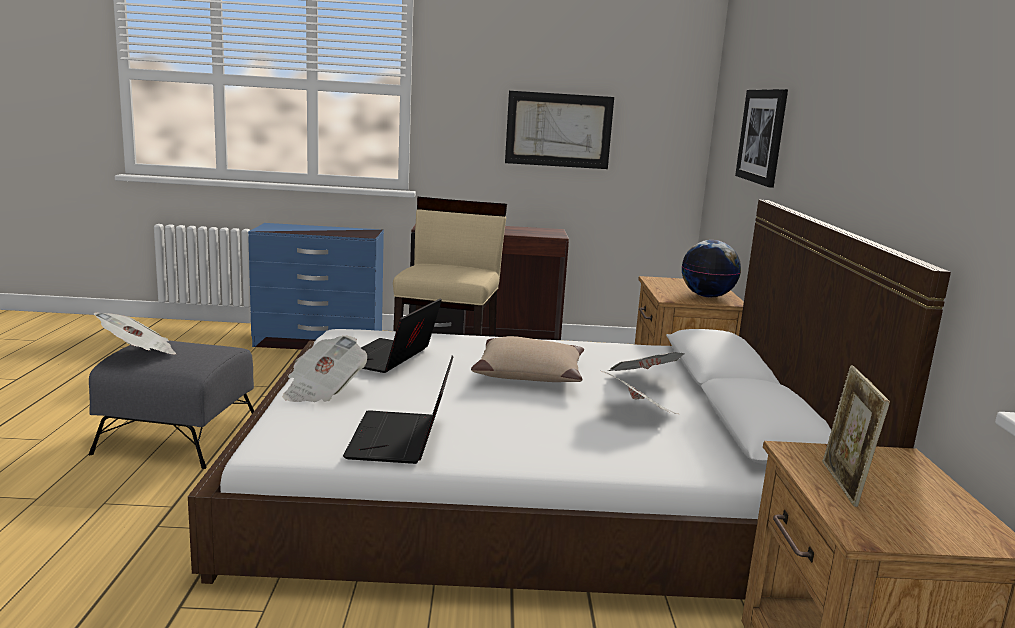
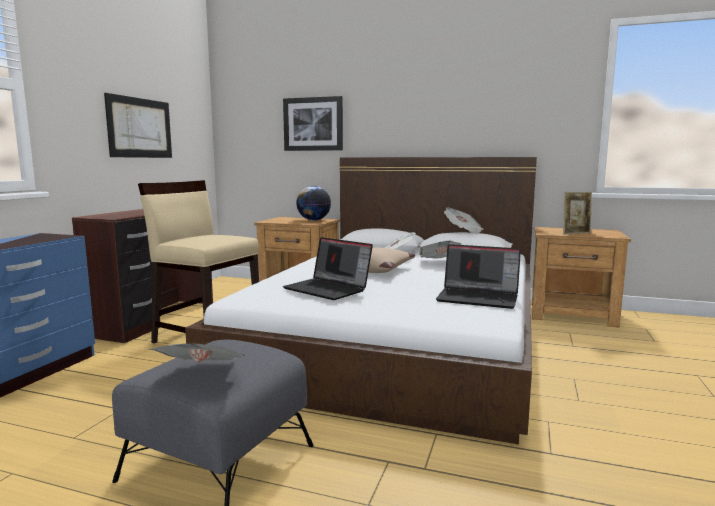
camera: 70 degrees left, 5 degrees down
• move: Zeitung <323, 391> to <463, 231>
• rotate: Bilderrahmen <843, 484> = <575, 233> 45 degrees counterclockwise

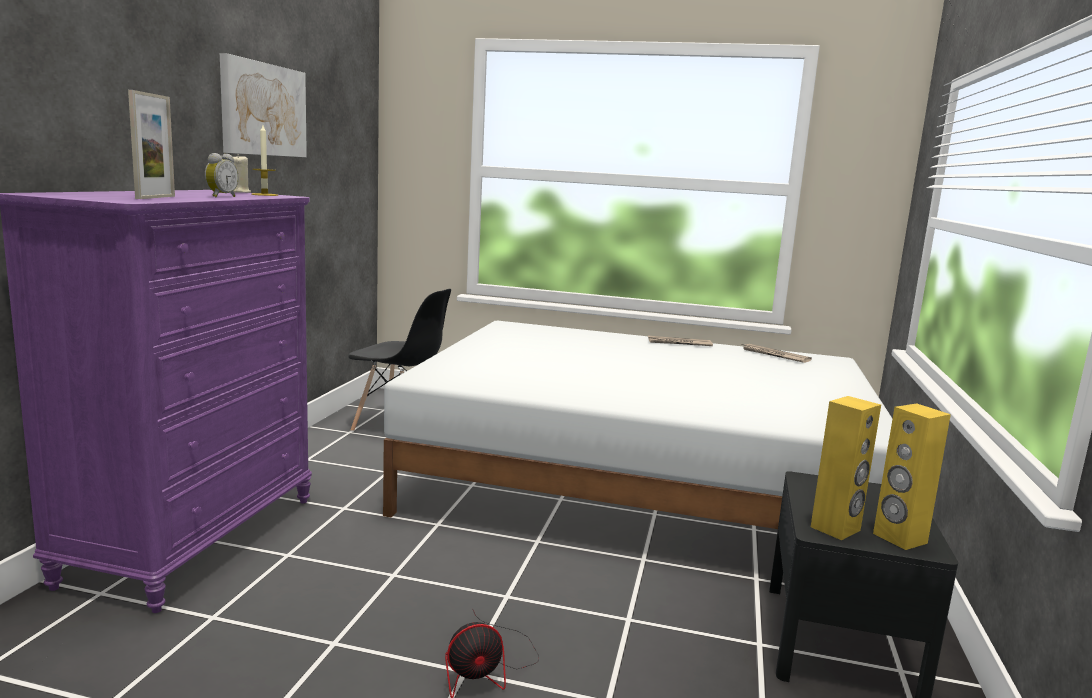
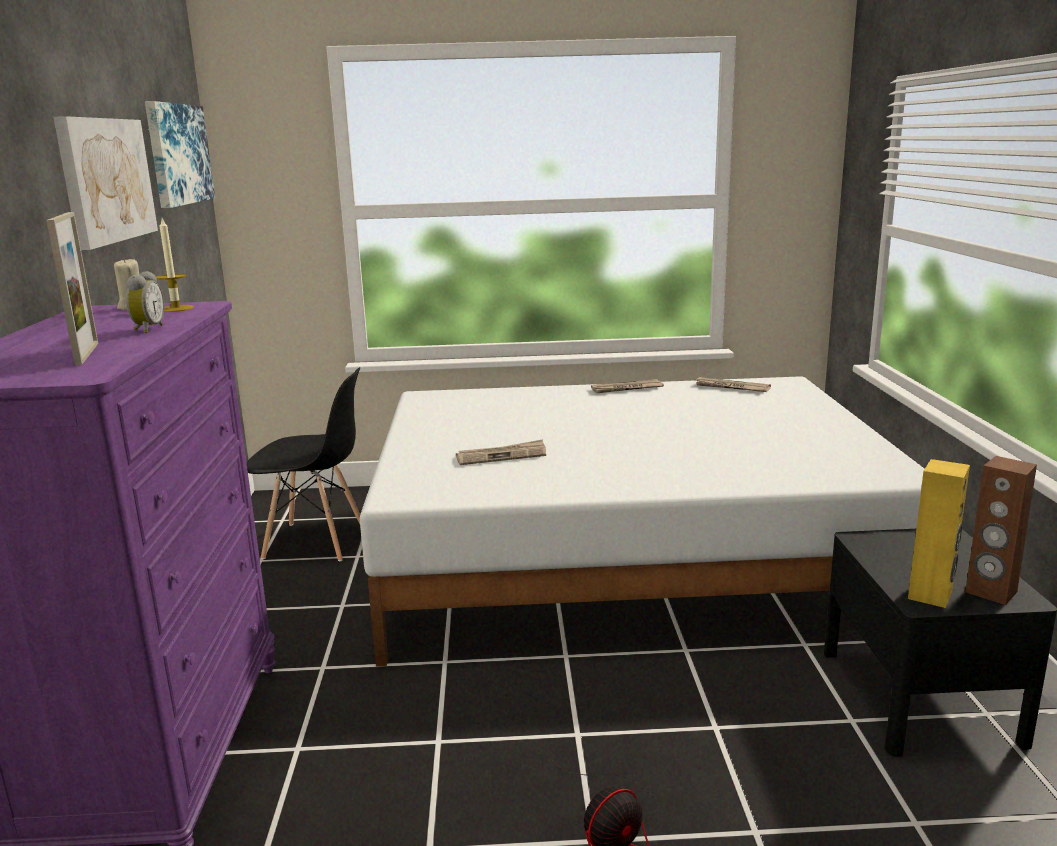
camera: 15 degrees left, 5 degrees up
• insert: Bild <177, 154>
• insert: Zeitung <502, 456>
• recolor: Lautsprecher/gelb <899, 538> to Lautsprecher/braun <990, 592>

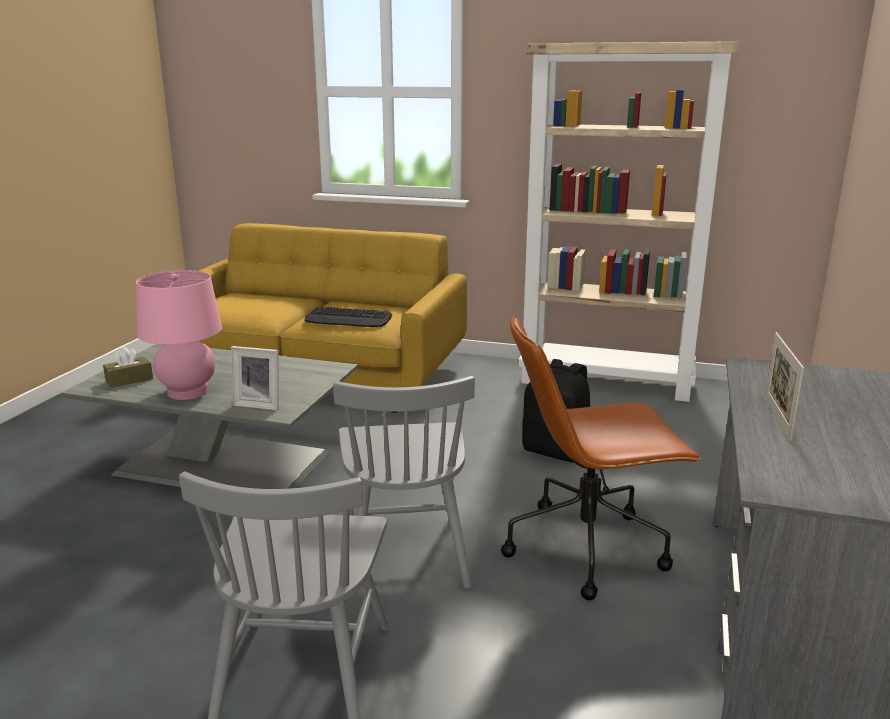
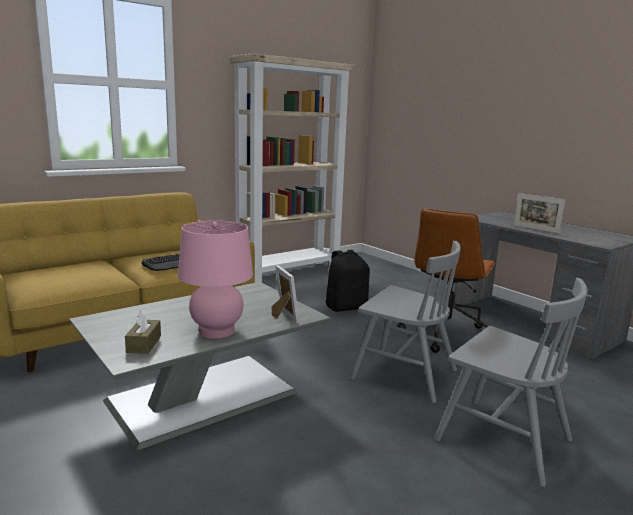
camera: 55 degrees left, 5 degrees down
• rotate: Bilderrahmen <259, 404> = <282, 317> 75 degrees counterclockwise

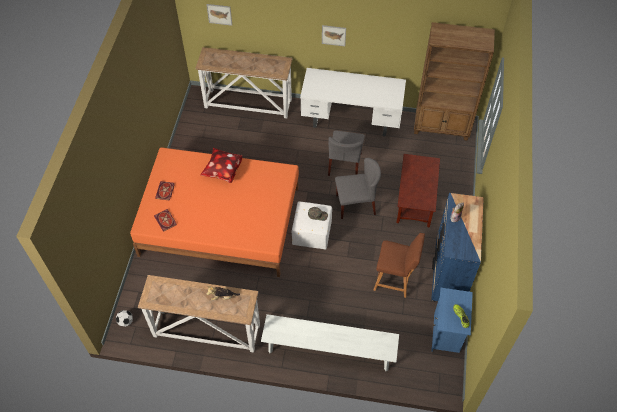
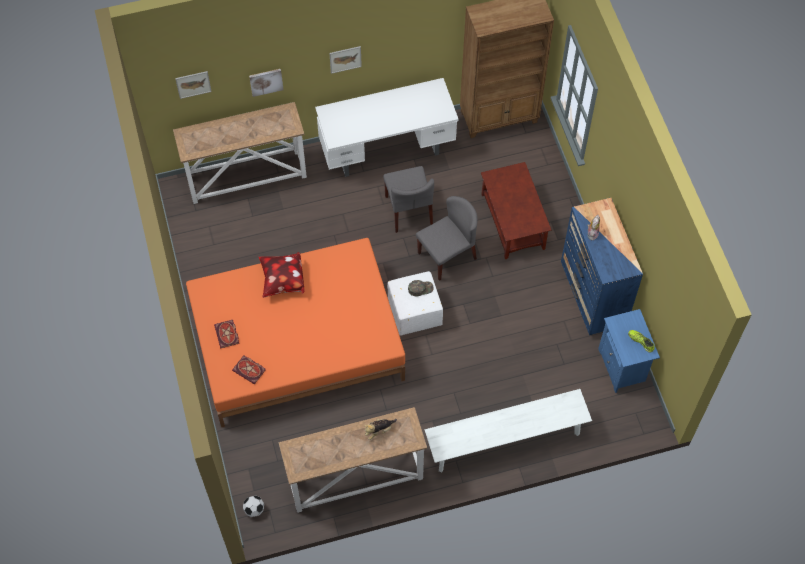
camera: 25 degrees left, 5 degrees up
• insert: Bild <266, 81>
• delete: Hocker/braun <395, 280>

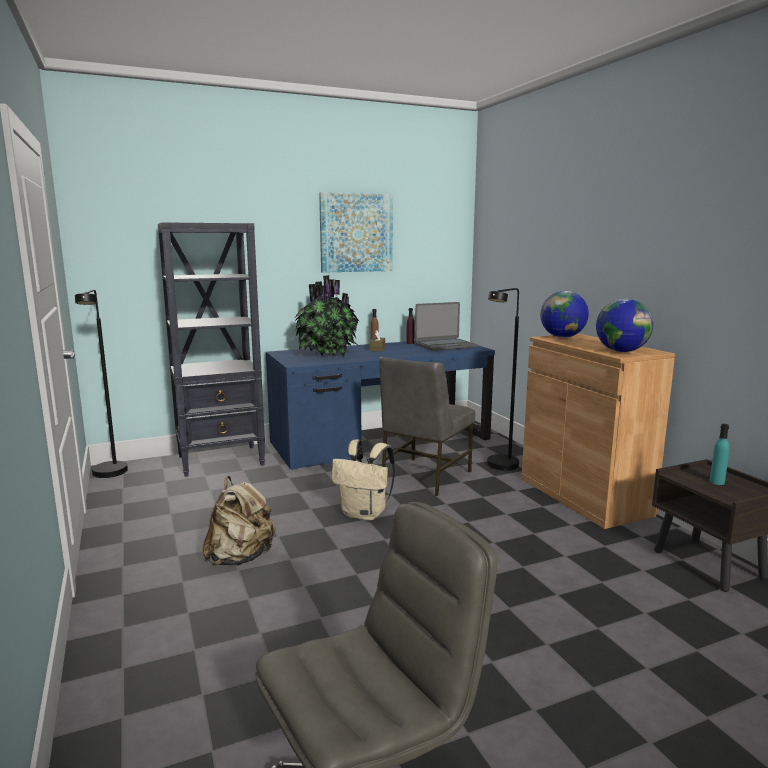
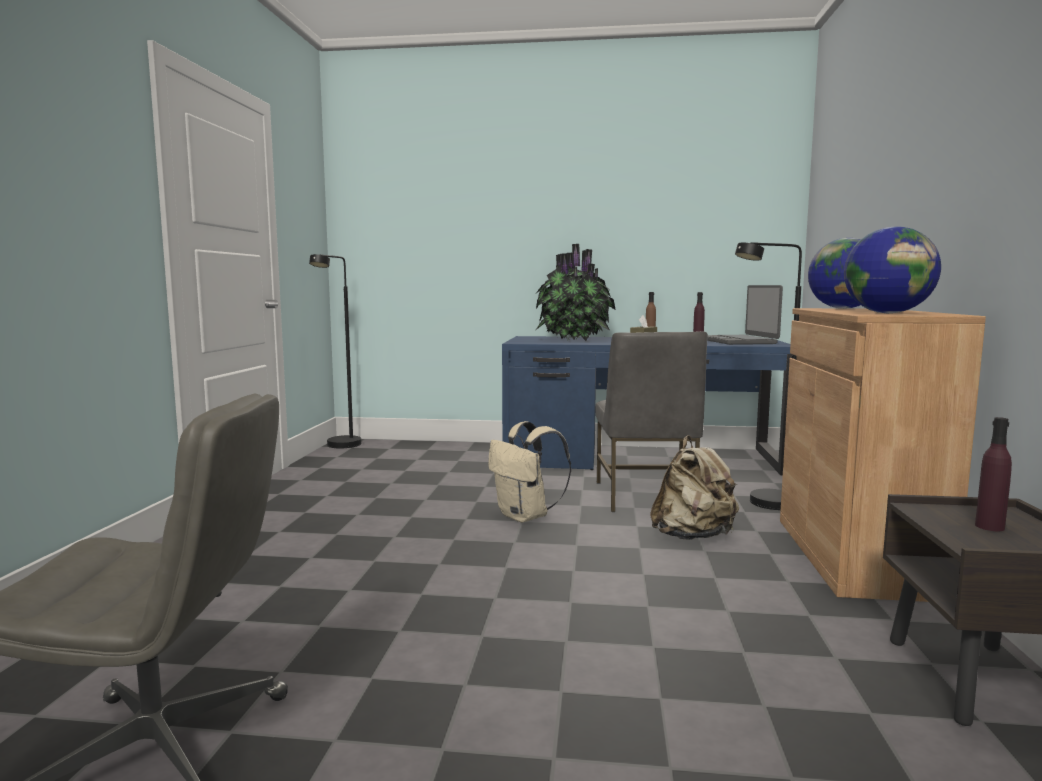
camera: 30 degrees right, 5 degrees down
• rotate: Stuhl/grau <424, 477> = <646, 497> 60 degrees counterclockwise
• move: Rucksack/beige <241, 558> to <693, 536>
• rotate: Laptop <445, 346> = <738, 341> 75 degrees clockwise
• recolor: Flasche/türkis <717, 482> to Flasche/lila <989, 527>
• delete: Bücherregal/schwarz <222, 460>
• delete: Bild <356, 233>

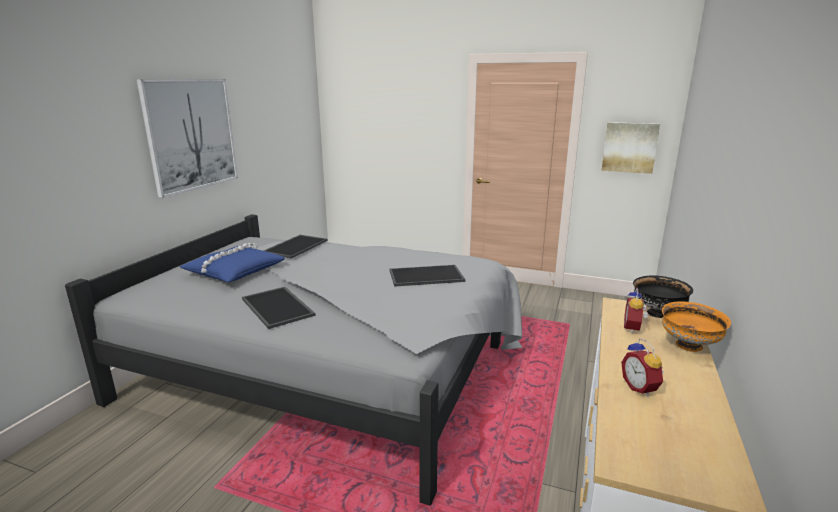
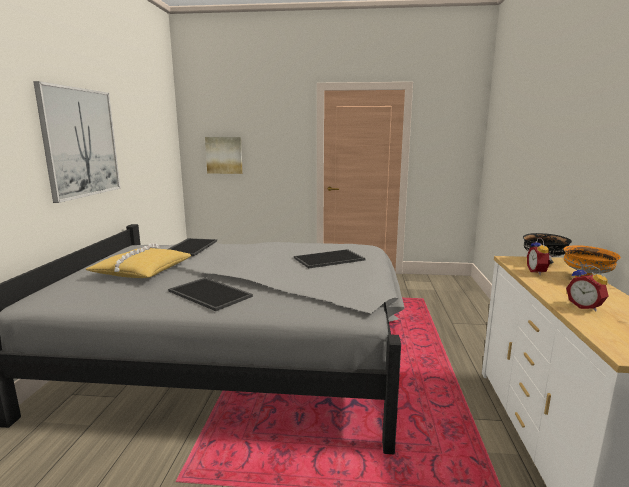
camera: 15 degrees left, 5 degrees down
• recolor: Kissen/blau <234, 271> to Kissen/gelb <141, 271>
• move: Bild <629, 147> to <224, 155>

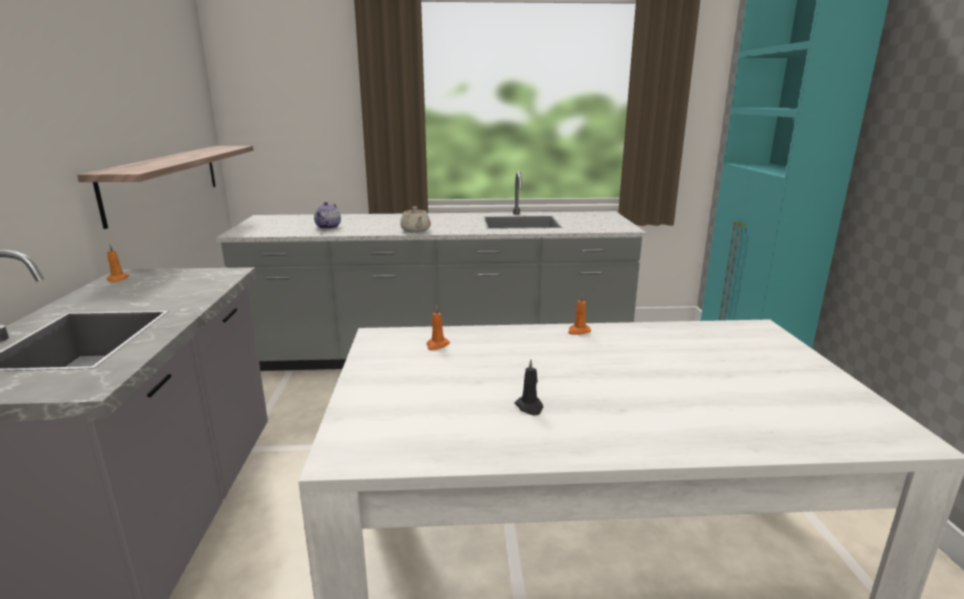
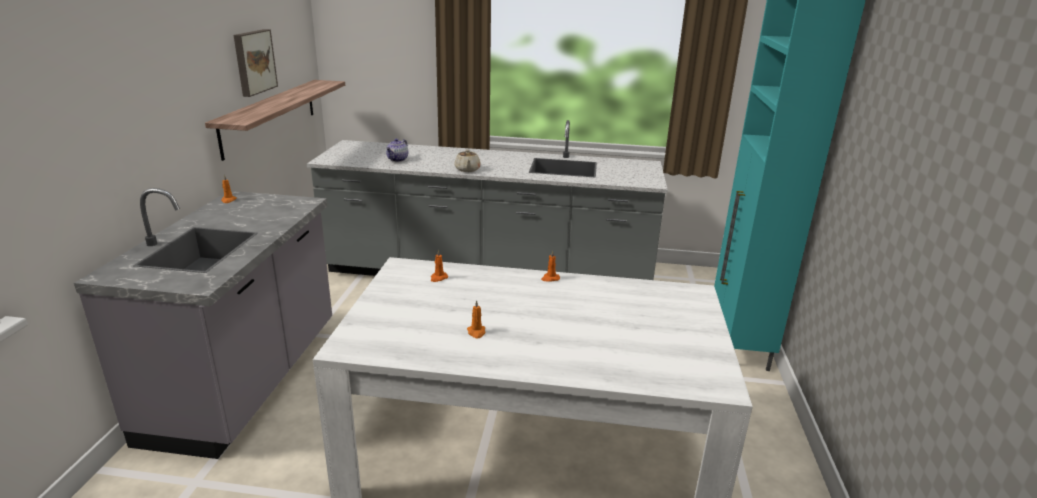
camera: 10 degrees right, 5 degrees up
• insert: Bild <253, 62>
• recolor: Kerze/schwarz <530, 407> to Kerze/orange <476, 332>

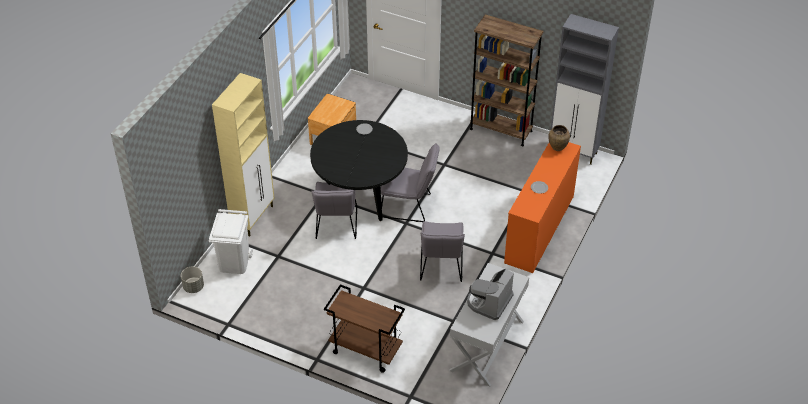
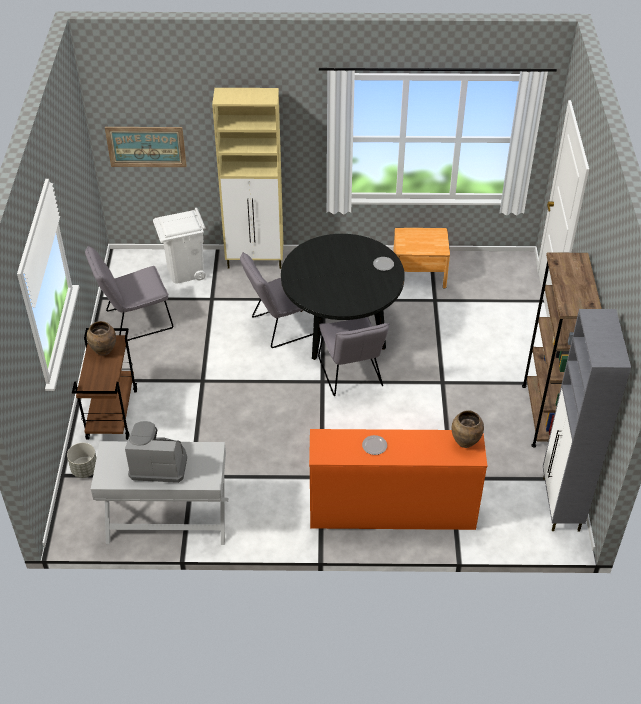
camera: 65 degrees right, 0 degrees up
• move: Pflanzkübel/grau <193, 287> to <85, 469>
• move: Stuhl/grau <441, 267> to <134, 321>
• insert: Vase/braun <103, 350>
• insert: Bild <146, 146>

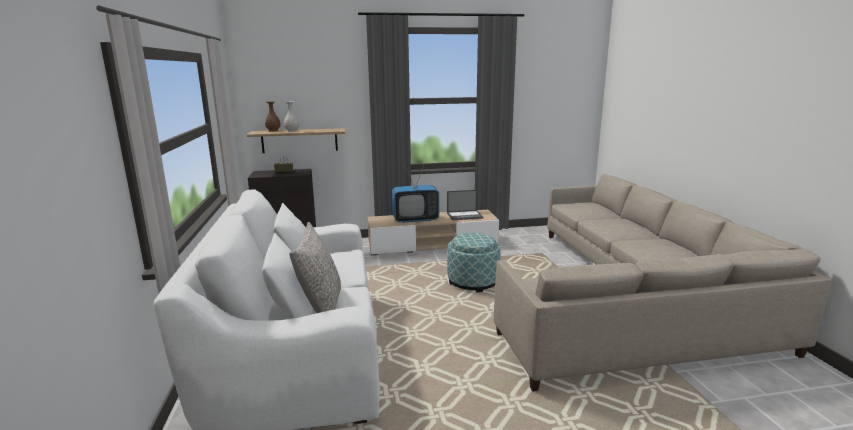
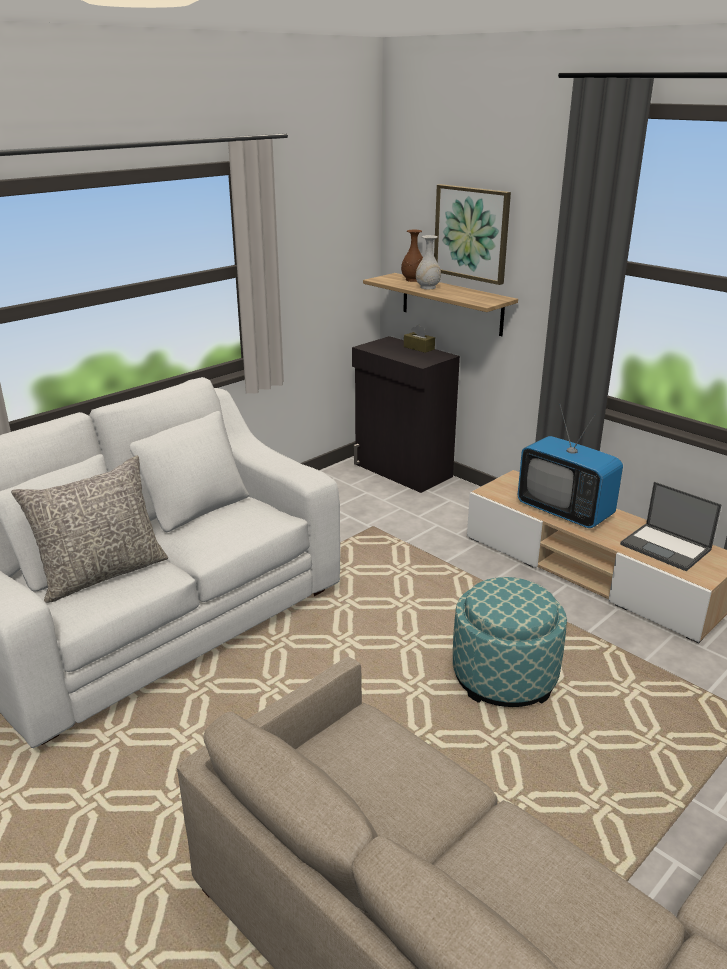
camera: 55 degrees right, 10 degrees up
• insert: Bild <472, 233>

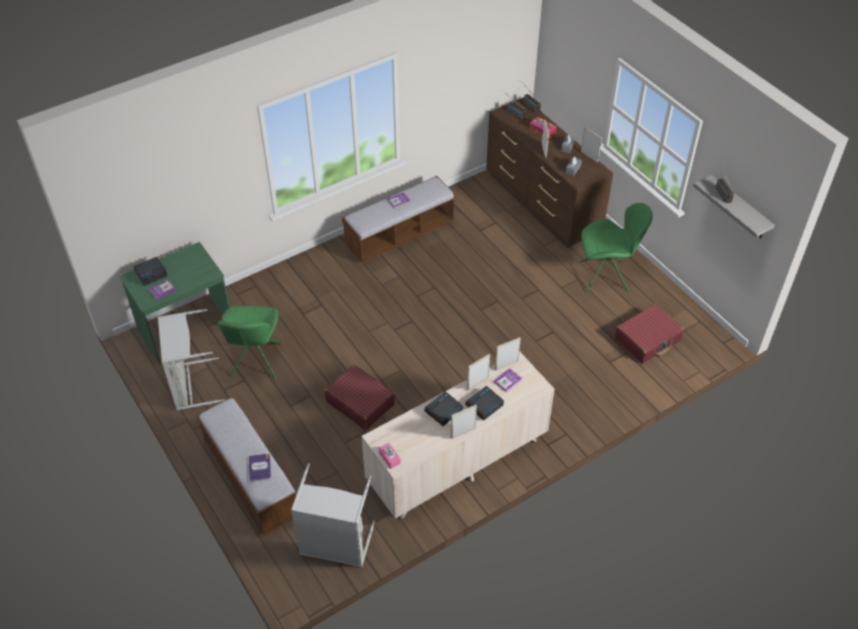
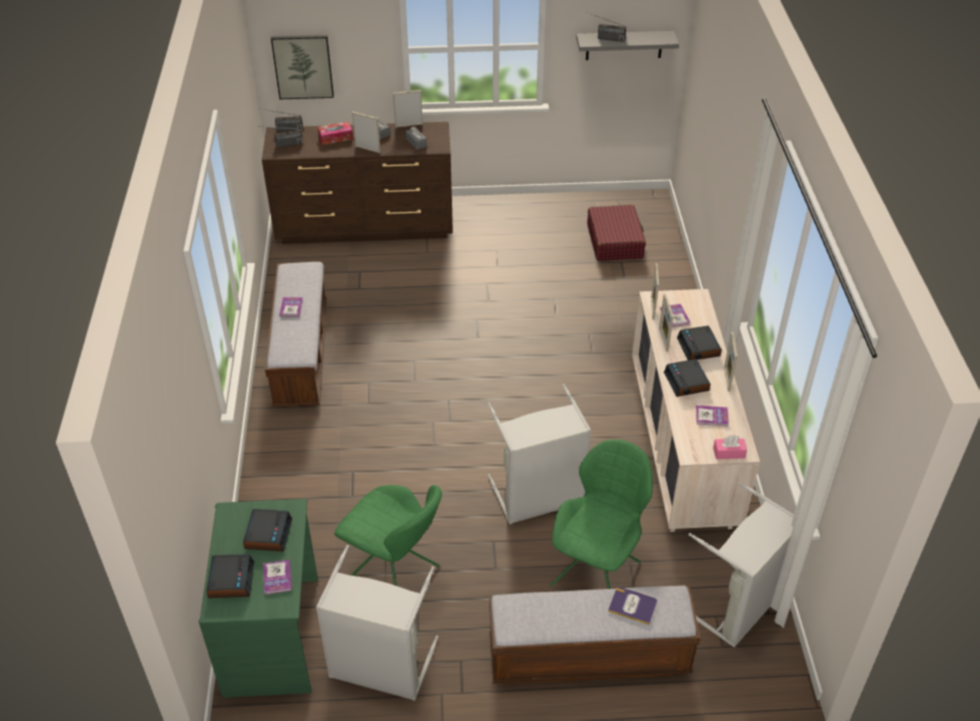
camera: 60 degrees left, 5 degrees down
• insert: Wecker <268, 534>
• insert: Bild <303, 66>
• replace: Koffer/rot <360, 402> to Wäschekorb/grau <539, 497>
• move: Stuhl/grün <606, 276> to <597, 571>
• insert: Buch <712, 416>

